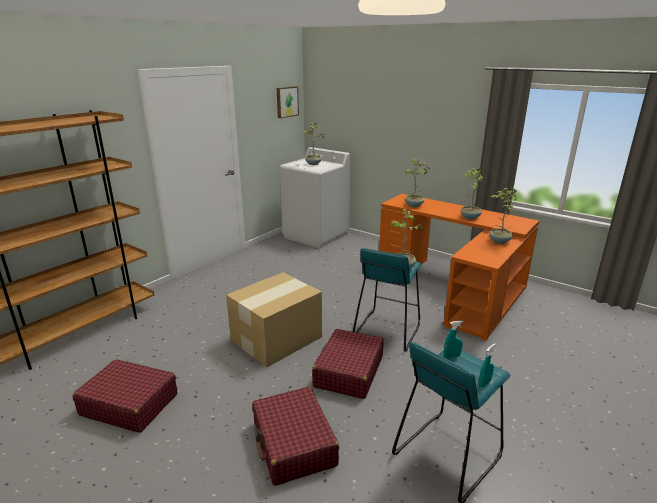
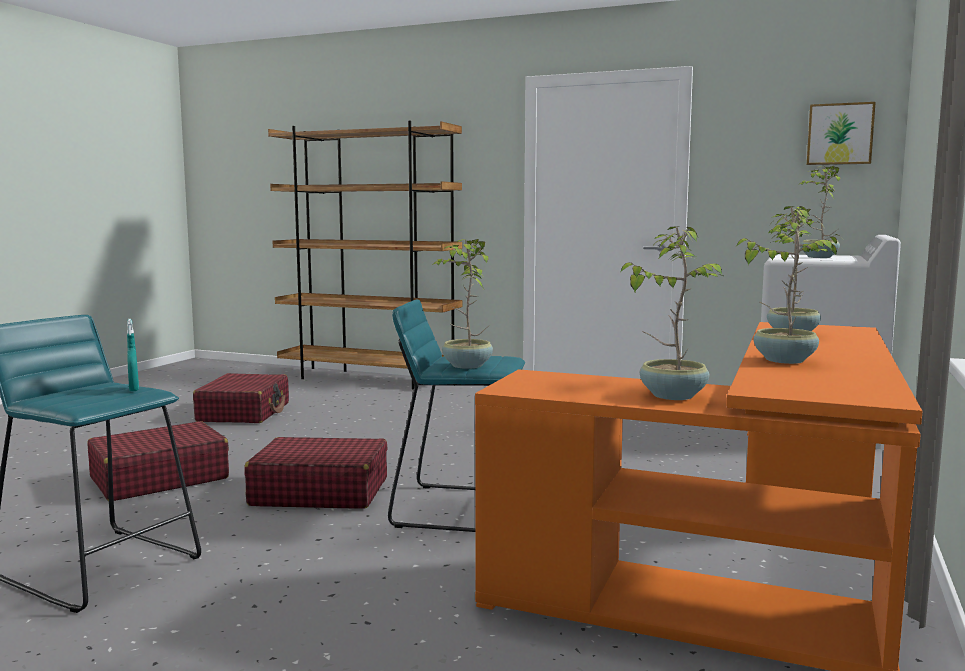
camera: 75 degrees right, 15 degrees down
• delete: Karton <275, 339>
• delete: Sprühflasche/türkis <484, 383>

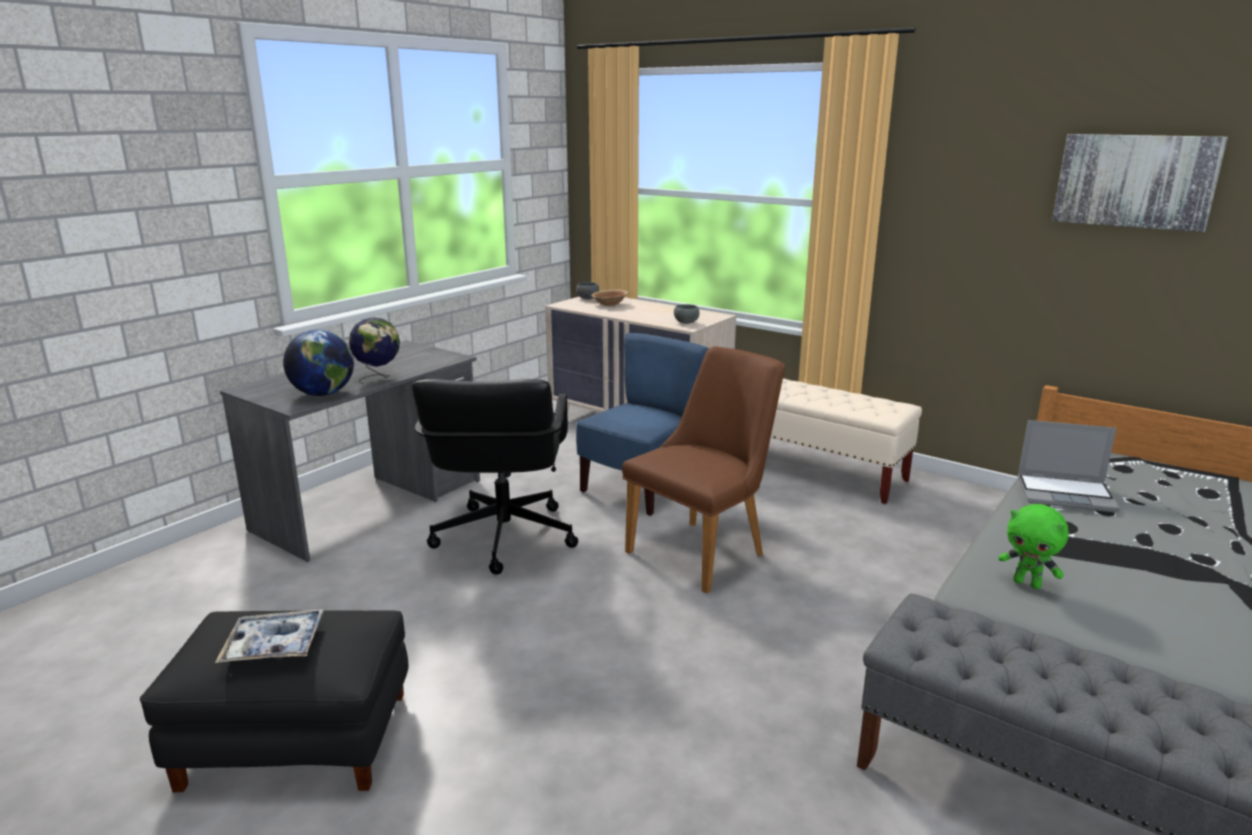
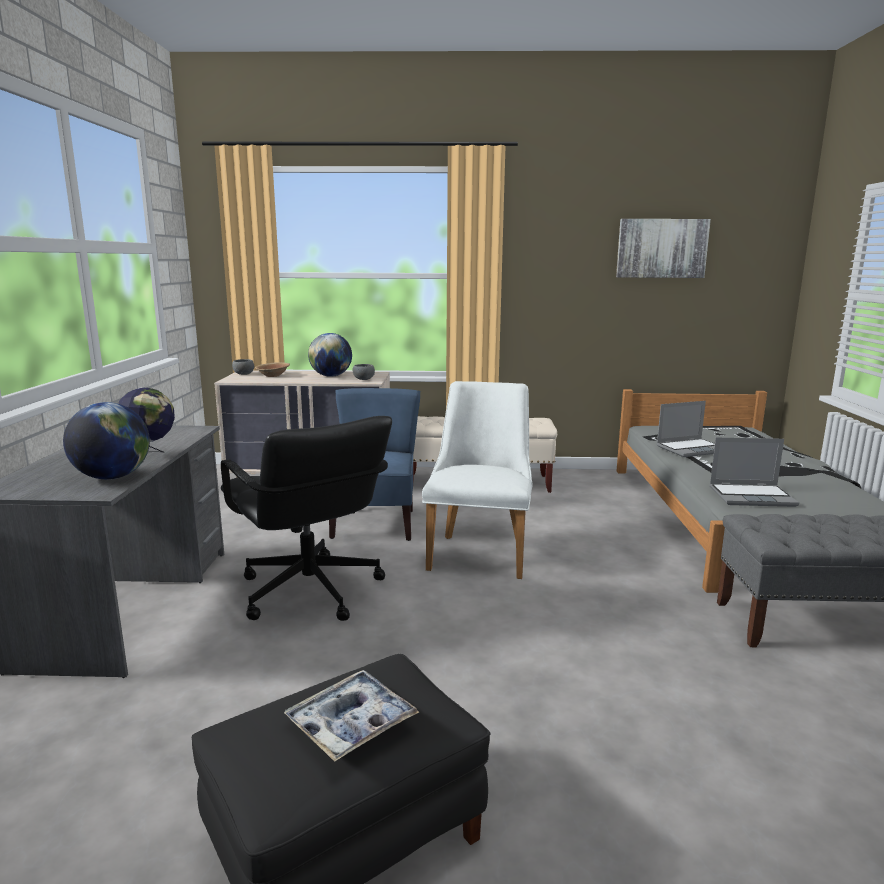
camera: 35 degrees left, 5 degrees down
• insert: Globus <331, 376>
• recolor: Stuhl/braun <705, 549> to Stuhl/weiß <480, 551>
• replace: Plüschtier/grün <1027, 583> to Laptop <752, 496>

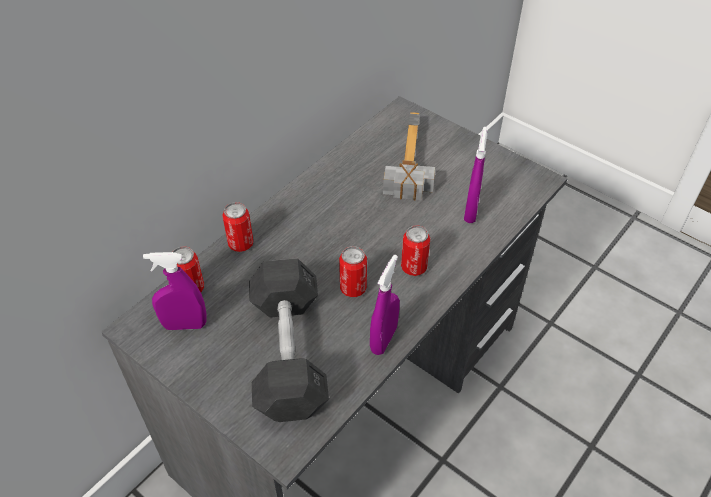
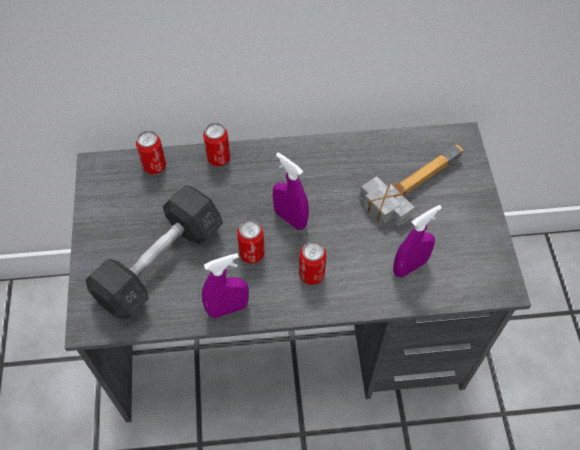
camera: 45 degrees right, 10 degrees up
• move: Sprühflasche/lila <185, 325> to <290, 219>

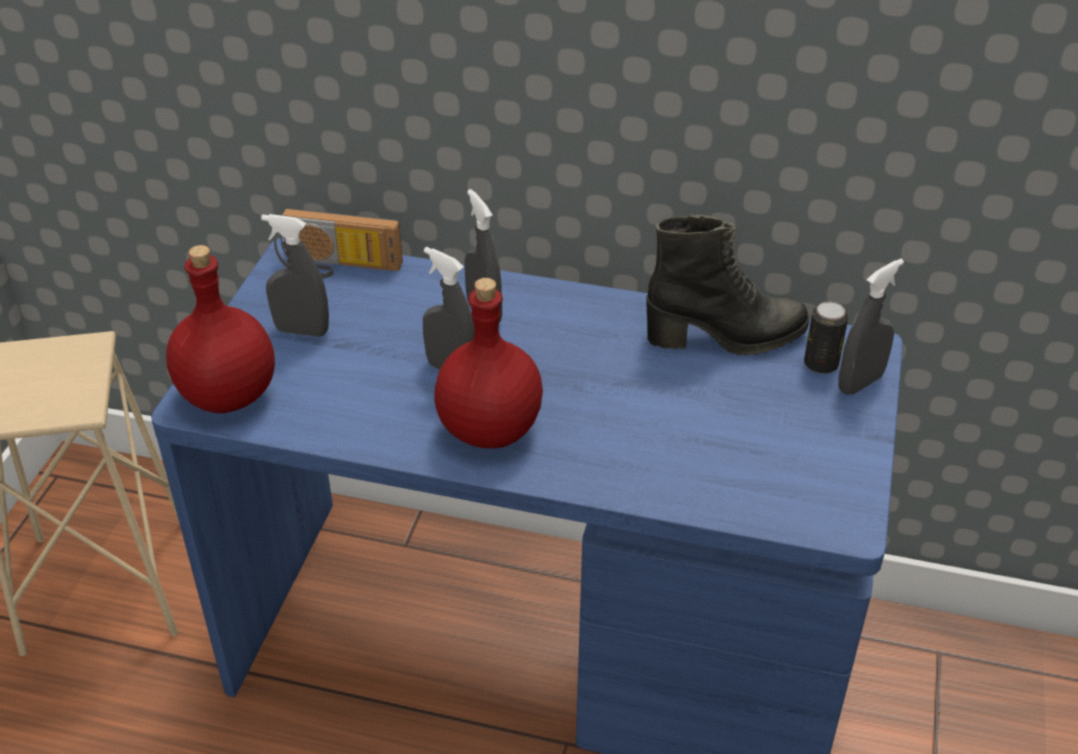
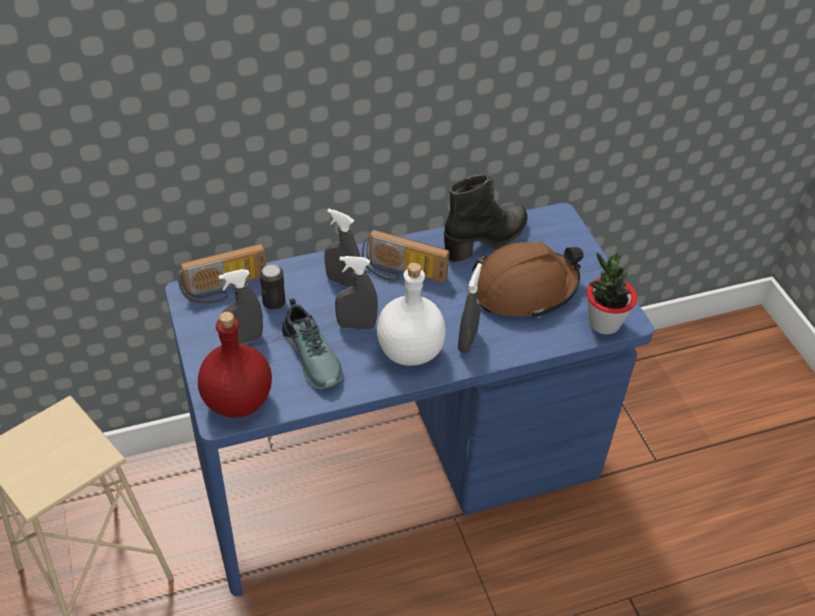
camera: 35 degrees left, 5 degrees up
• move: Dose <821, 364> to <274, 302>
• insert: Schuh <314, 355>
• insert: Radio <402, 273>
• recolor: Flasche/rot <491, 428> to Flasche/weiß <410, 350>
• move: Sprühflasche/grau <860, 383> to <467, 341>
• insert: Schutzhelm/braun <524, 289>
• insert: Topfpflanze <604, 323>

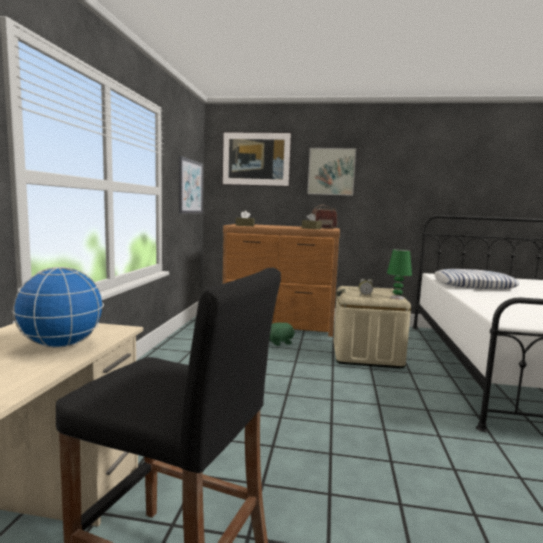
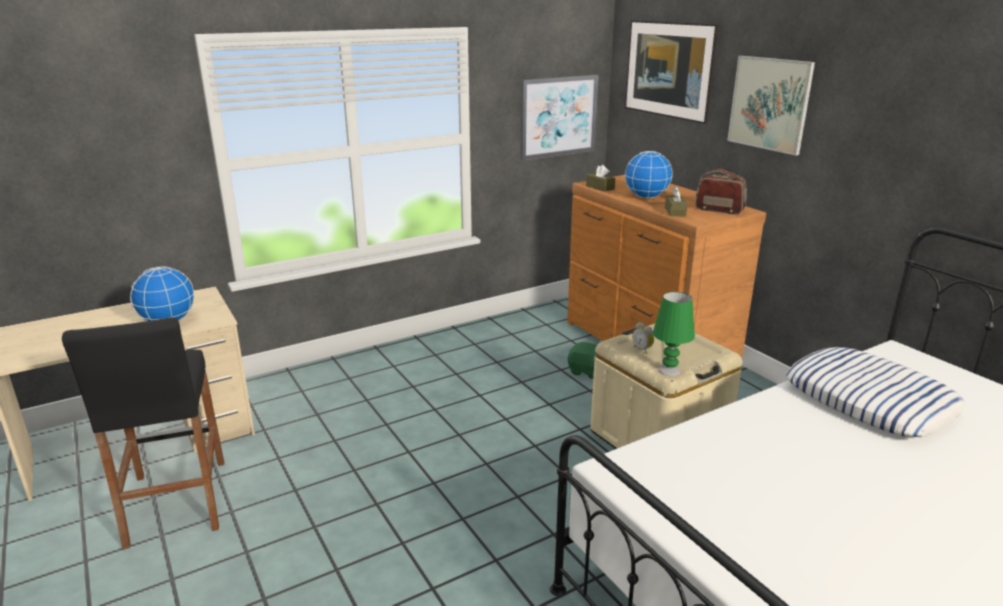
camera: 50 degrees right, 15 degrees up
• insert: Globus <646, 197>

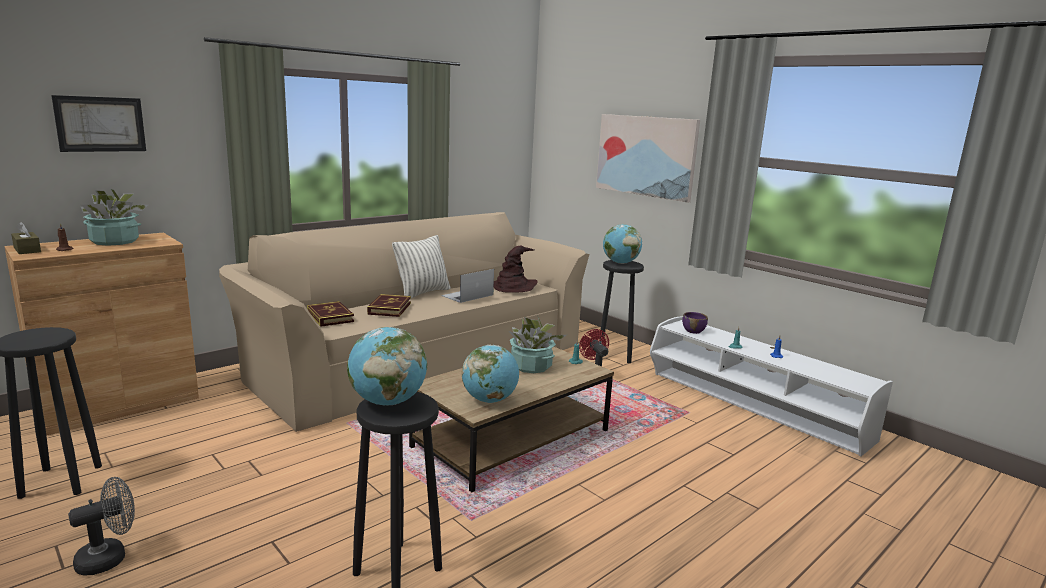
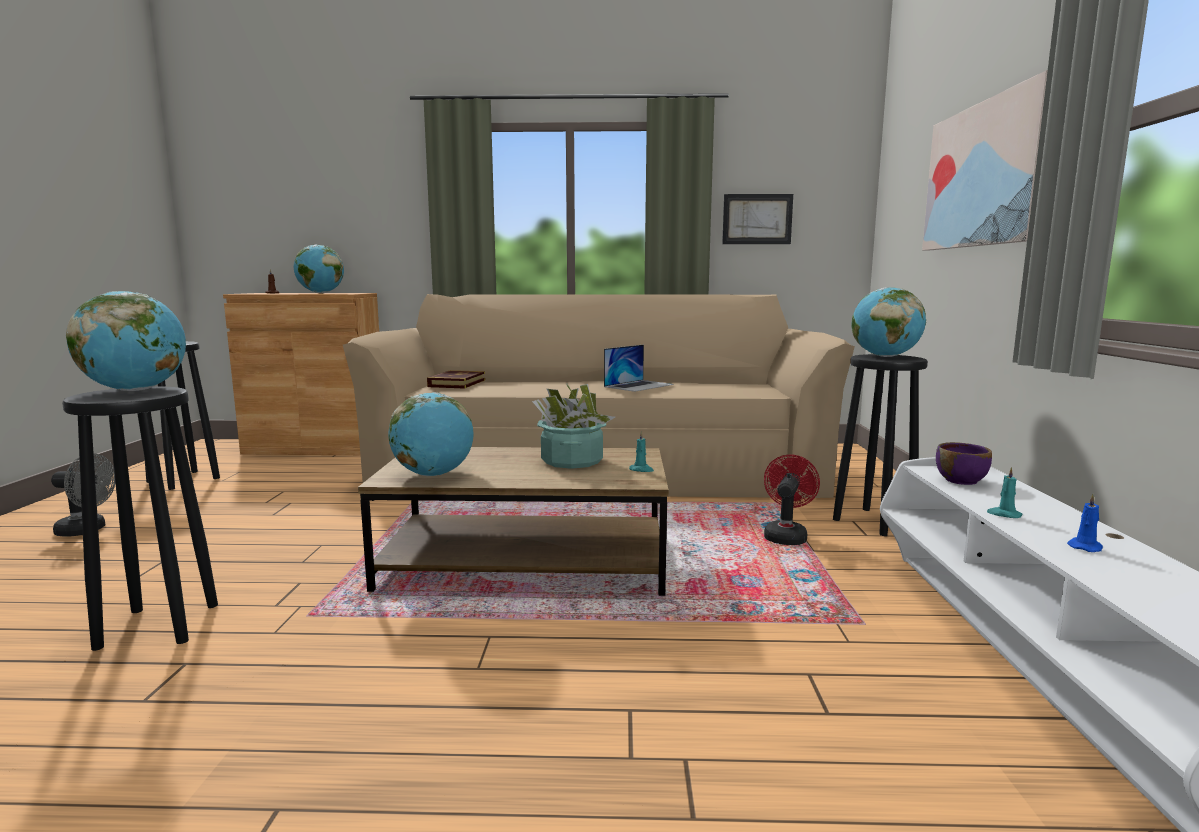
camera: 45 degrees right, 5 degrees down
• replace: Topfpflanze <114, 241> to Globus <320, 293>
• rotate: Laptop <467, 295> = <639, 385> 135 degrees clockwise
• move: Bild <100, 124> to <757, 219>
• delete: Taschentuchbox/braun <27, 250>
• delete: Buch <389, 308>
• delete: Kissen <422, 293>
• delete: Hut/braun <514, 286>

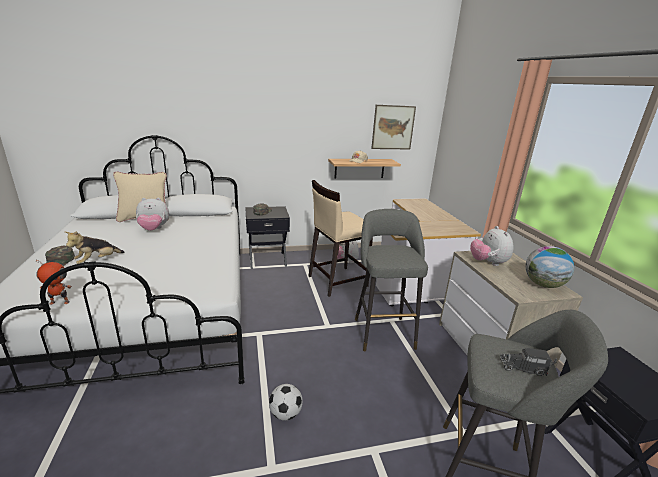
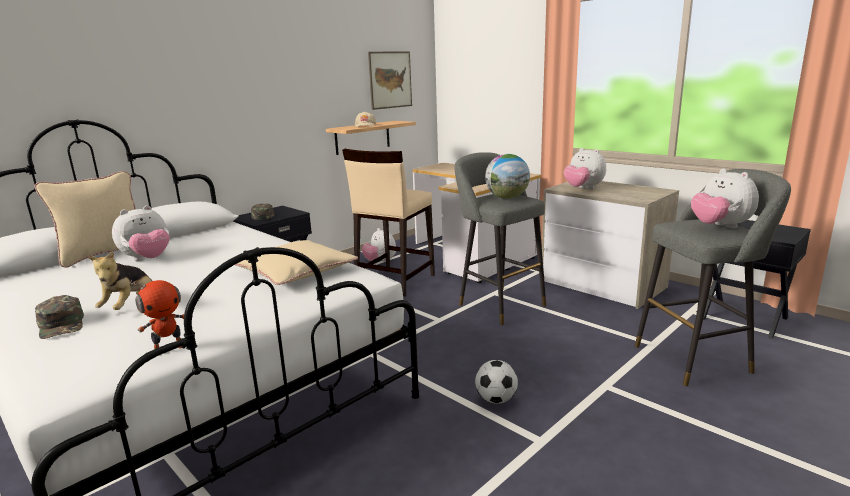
camera: 30 degrees left, 5 degrees down
• insert: Kissen/beige <295, 271>
• move: Globus <543, 285> to <507, 198>
• replace: Spielzeuglaster <524, 368> to Plüschtier <720, 227>

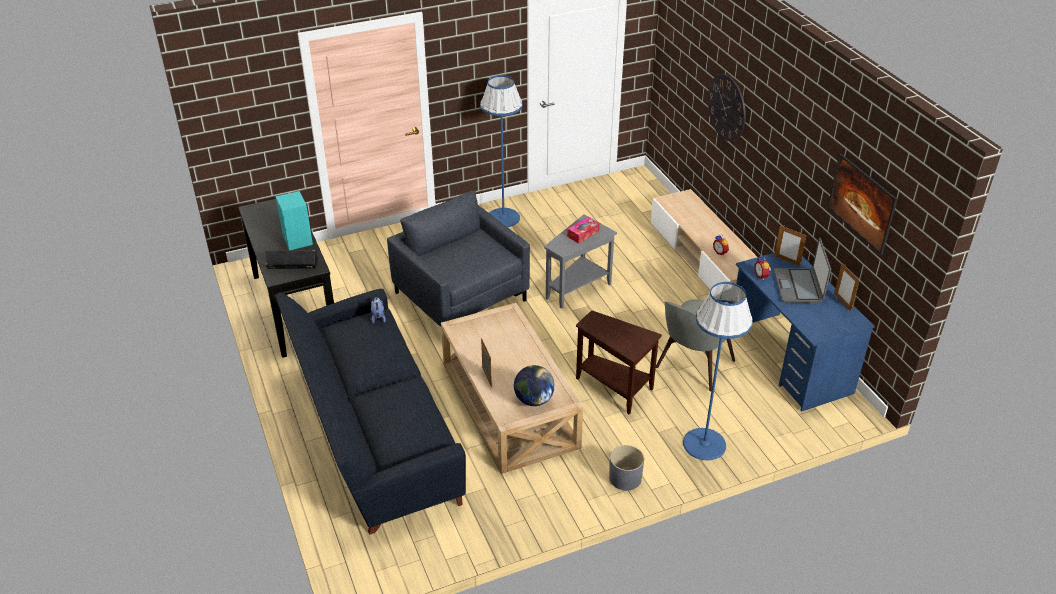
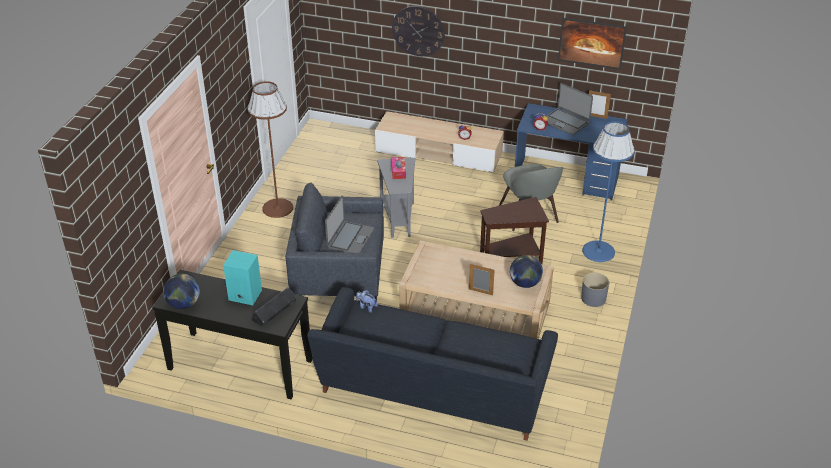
camera: 50 degrees left, 0 degrees up
• insert: Globus <184, 304>
• recolor: Stehlampe/blau <503, 217> to Stehlampe/braun <277, 208>
• insert: Laptop <350, 239>
• delete: Bilderrahmen <787, 260>

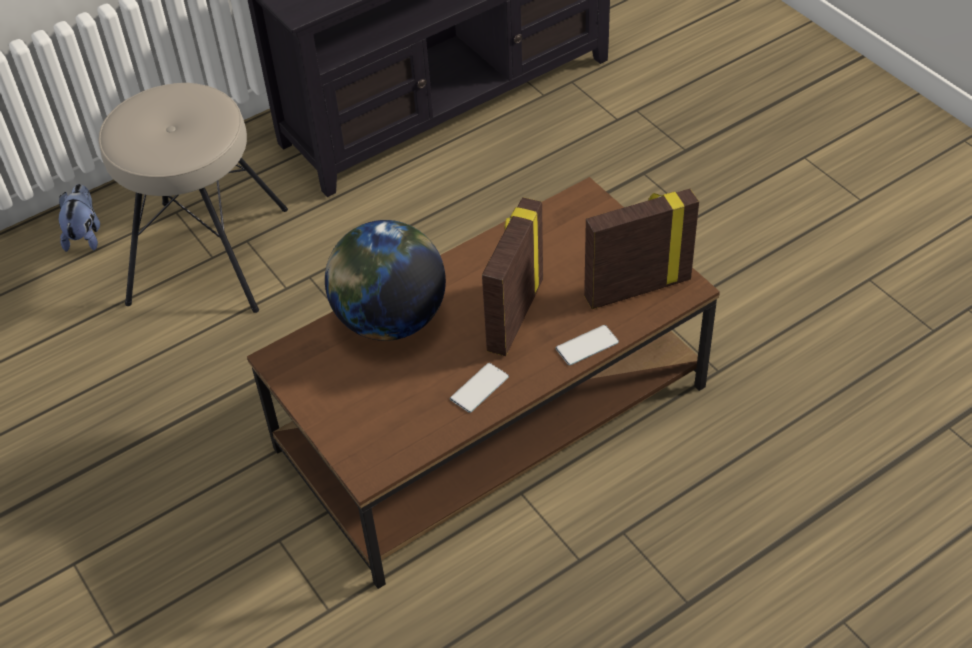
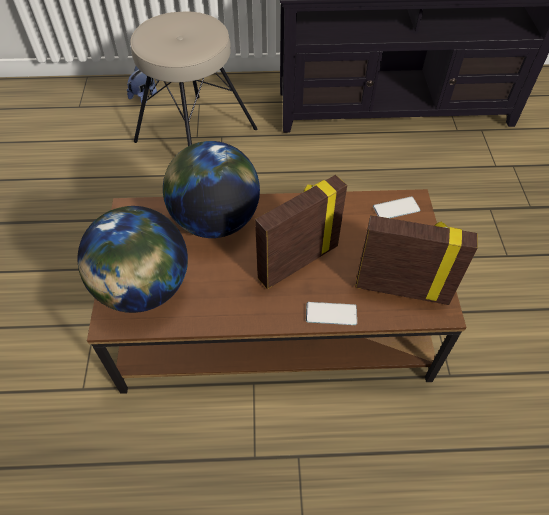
camera: 30 degrees right, 5 degrees up
• insert: Globus <144, 288>
• move: Handy <479, 388> to <396, 208>

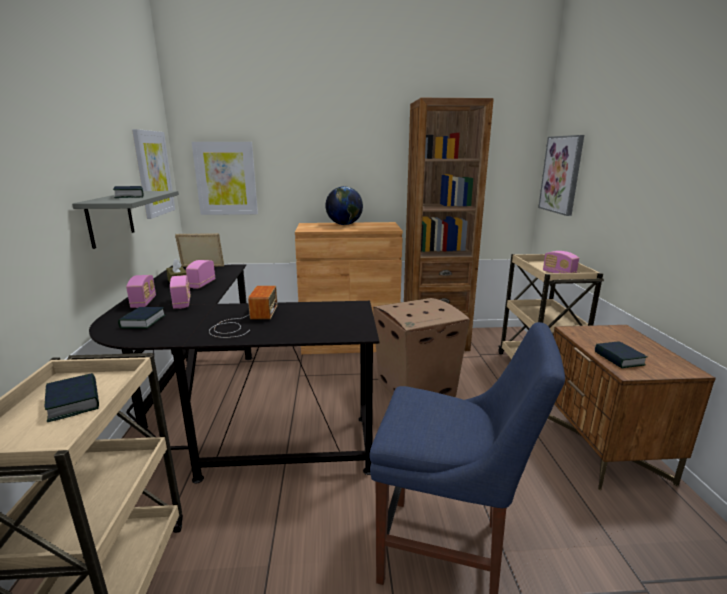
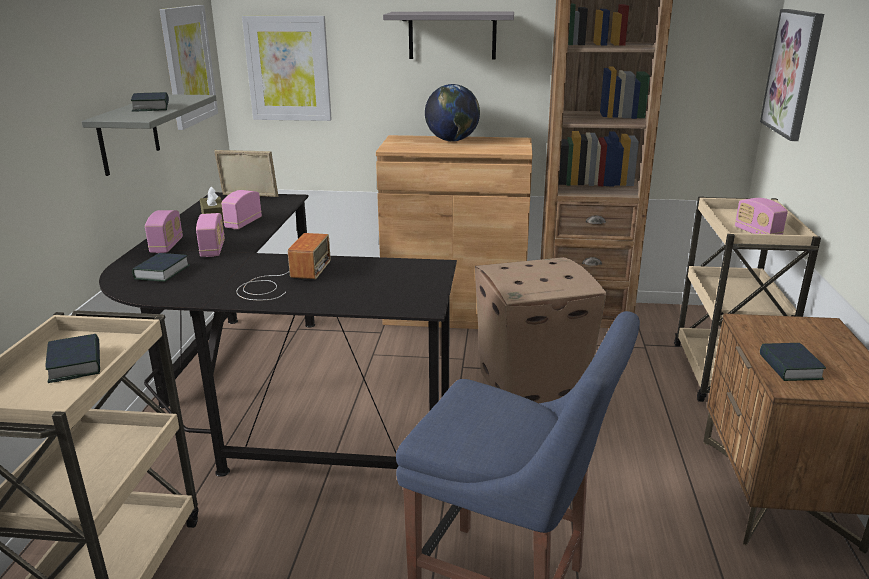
camera: 10 degrees right, 5 degrees up
• insert: Wandregal/grau <452, 35>

